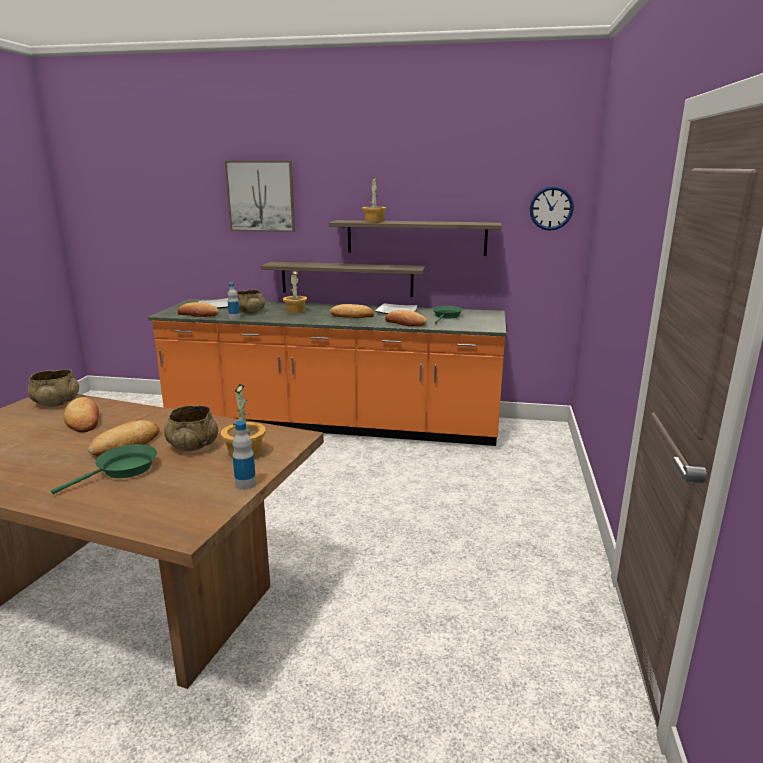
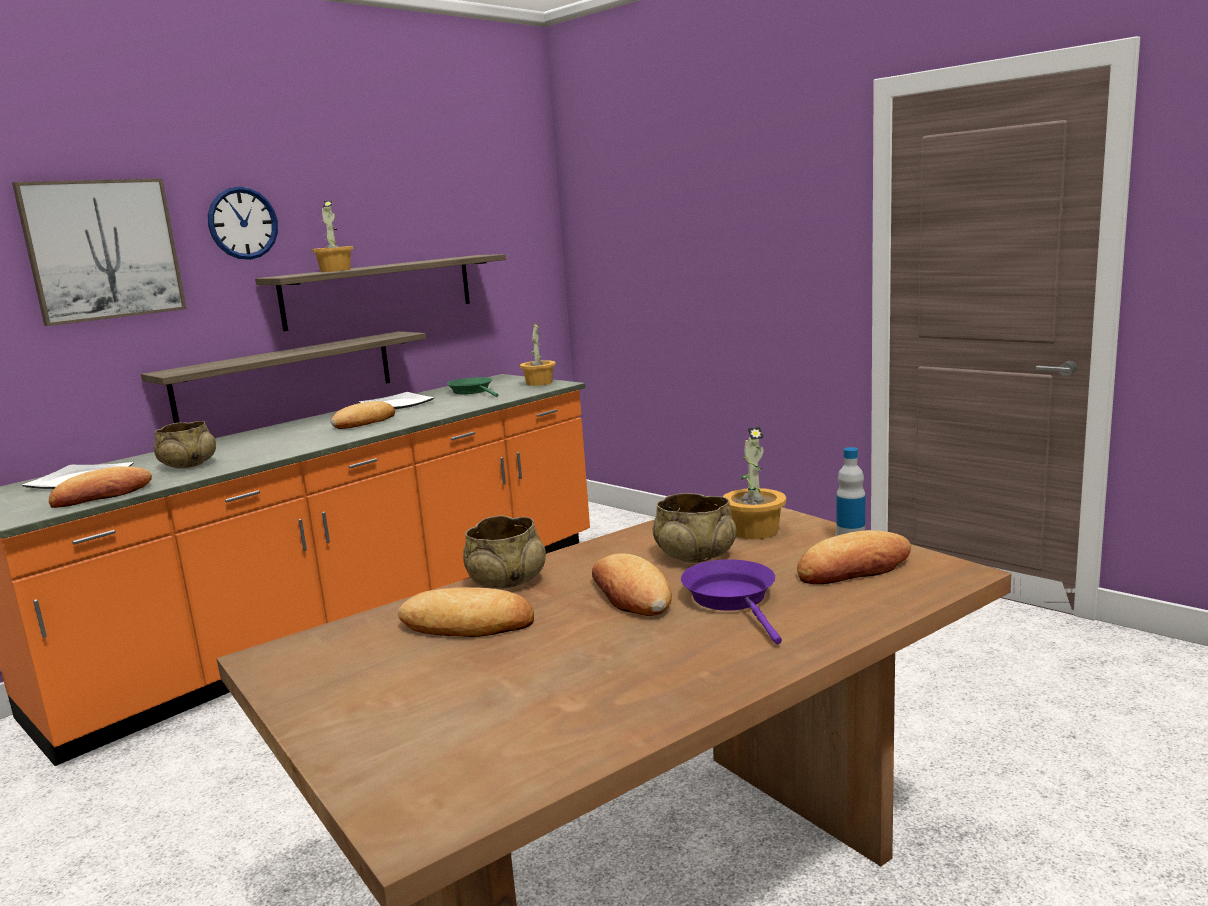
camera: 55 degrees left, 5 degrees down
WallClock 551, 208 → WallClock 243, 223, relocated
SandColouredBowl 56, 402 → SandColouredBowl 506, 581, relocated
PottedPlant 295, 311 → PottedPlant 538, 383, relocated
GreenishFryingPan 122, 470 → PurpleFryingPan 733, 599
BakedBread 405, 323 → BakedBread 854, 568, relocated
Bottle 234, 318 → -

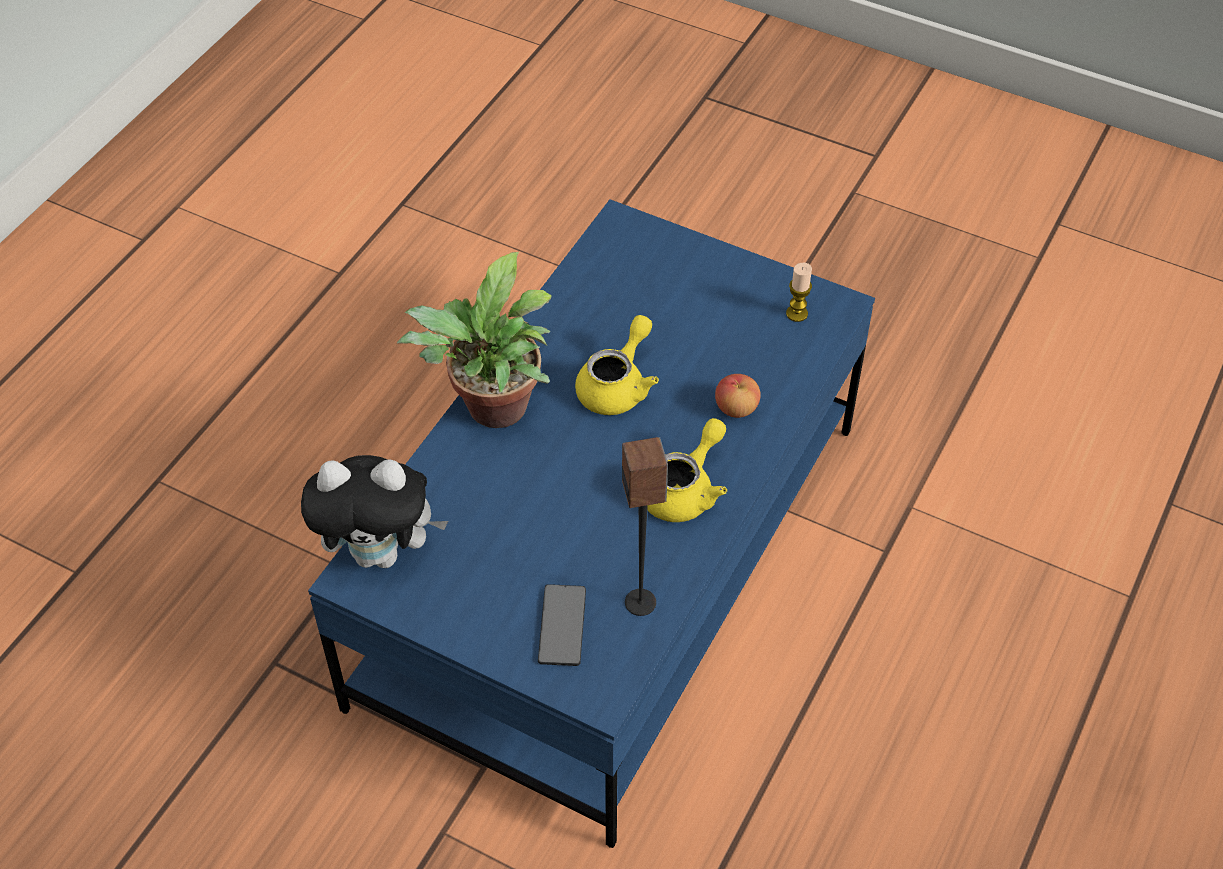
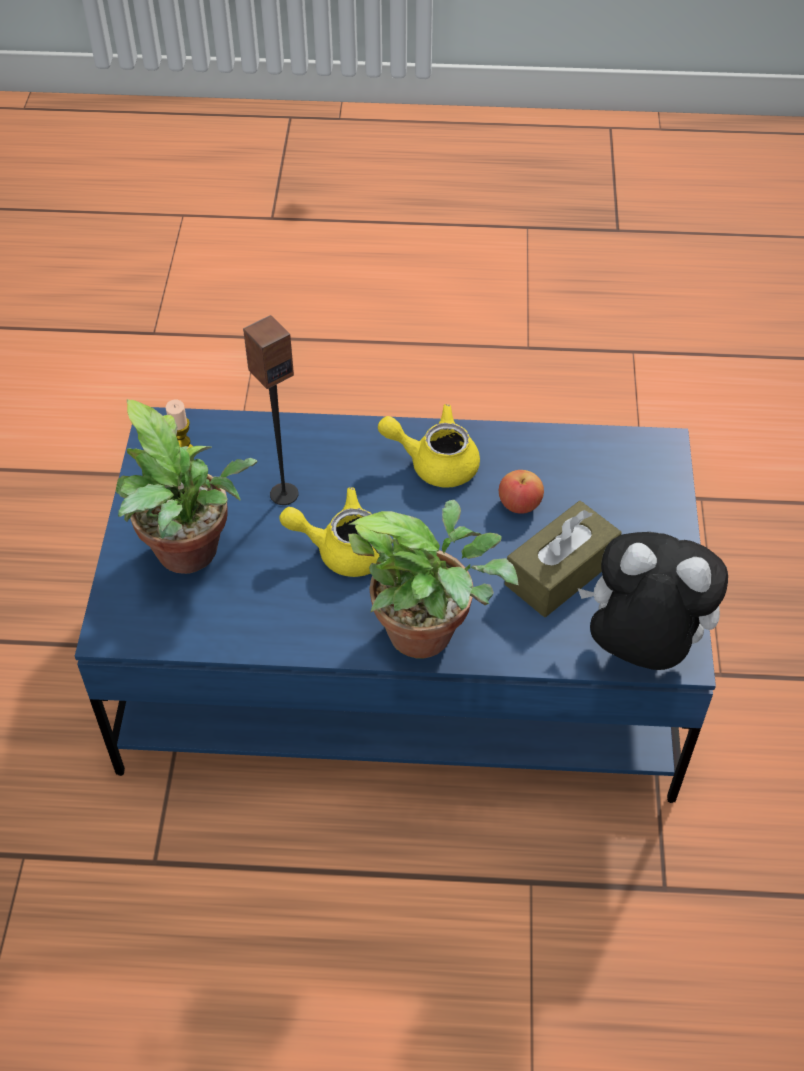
camera: 115 degrees left, 0 degrees up
- → PottedPlant 191, 556
AudioSpeaker 641, 602 → AudioSpeaker 284, 493, relocated
Apple 736, 408 → Apple 519, 504, relocated
- → BrownTissueBox 560, 572
SoftToy 381, 552 → SoftToy 640, 647, 45 degrees counterclockwise
Telephone 562, 626 → -

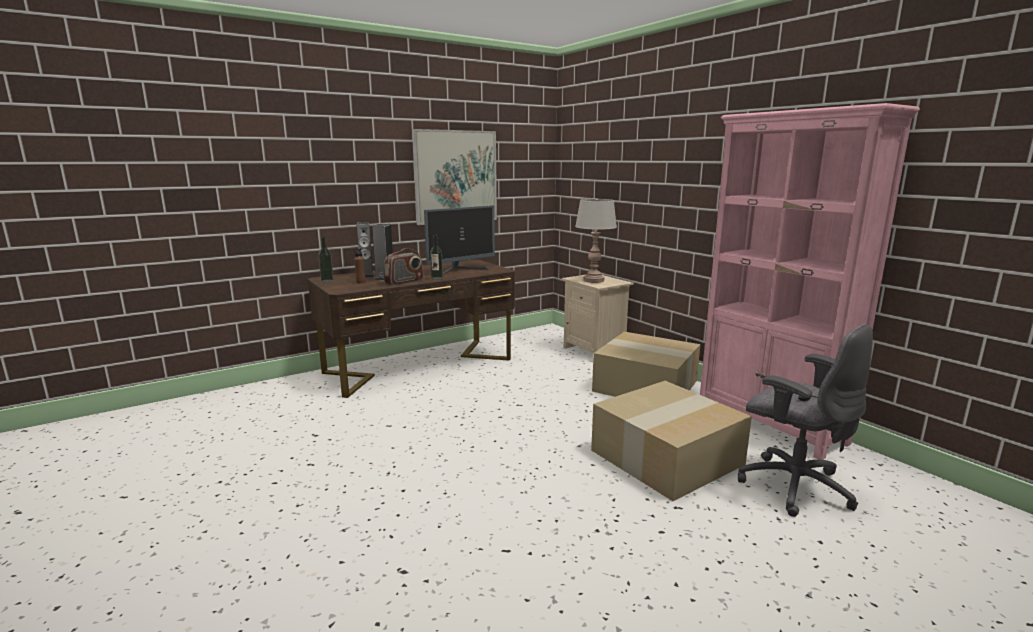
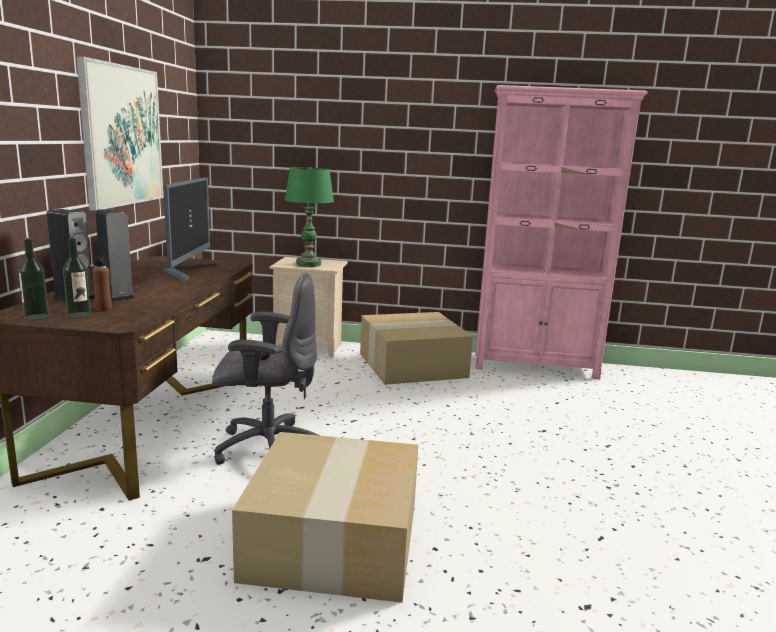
camera: 50 degrees left, 0 degrees up
Bottle 437, 278 → Bottle 79, 315, relocated
GrayComputerChair 793, 485 → GrayComputerChair 267, 448, relocated
Carton 666, 458 → Carton 335, 542, relocated
GrayLampForATable 593, 280 → GreenishLampForATable 308, 264
Radio 404, 282 → -

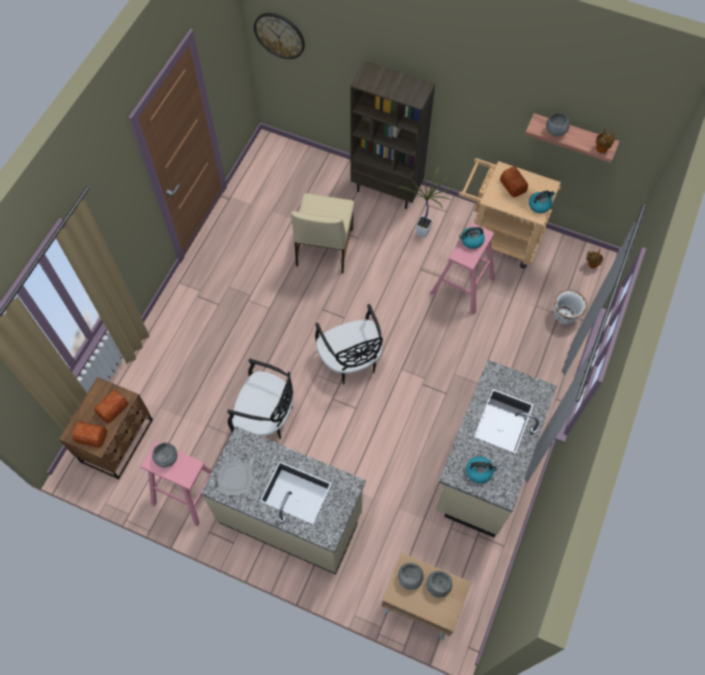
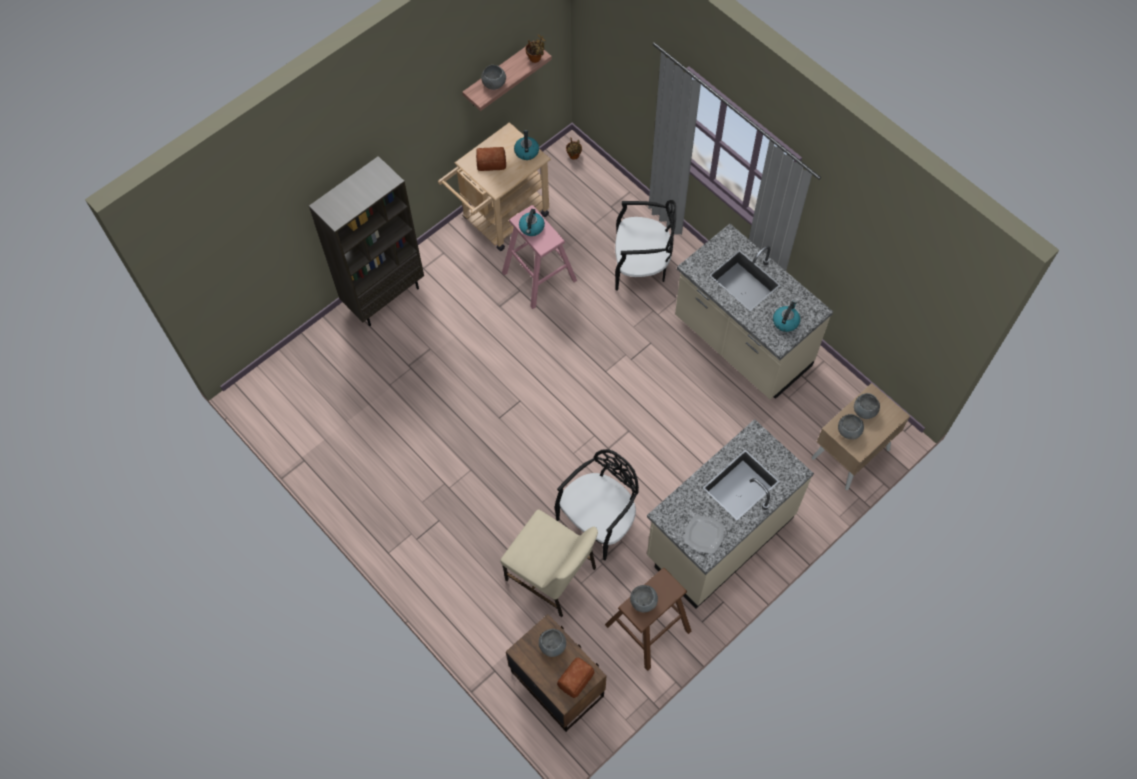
camera: 65 degrees left, 0 degrees up
SandColouredPlainChair 323, 248 → SandColouredPlainChair 551, 575, relocated
BakedBread 113, 408 → GrayBowl 552, 645
PinkishStool 187, 491 → BrownStool 647, 628
BlackPlainChair 350, 360 → BlackPlainChair 641, 266, relocated
WallClock 279, 35 → -
PottedPlant 425, 231 → -
WhitishFlowerPot 564, 316 → -

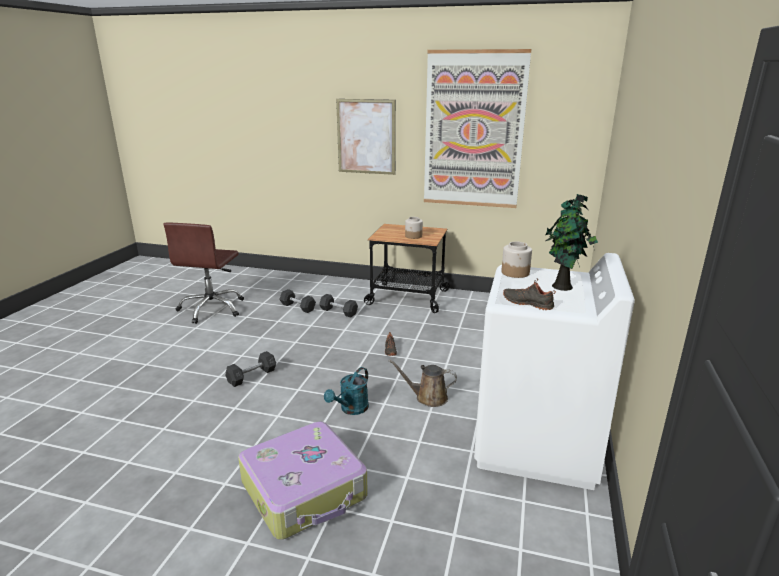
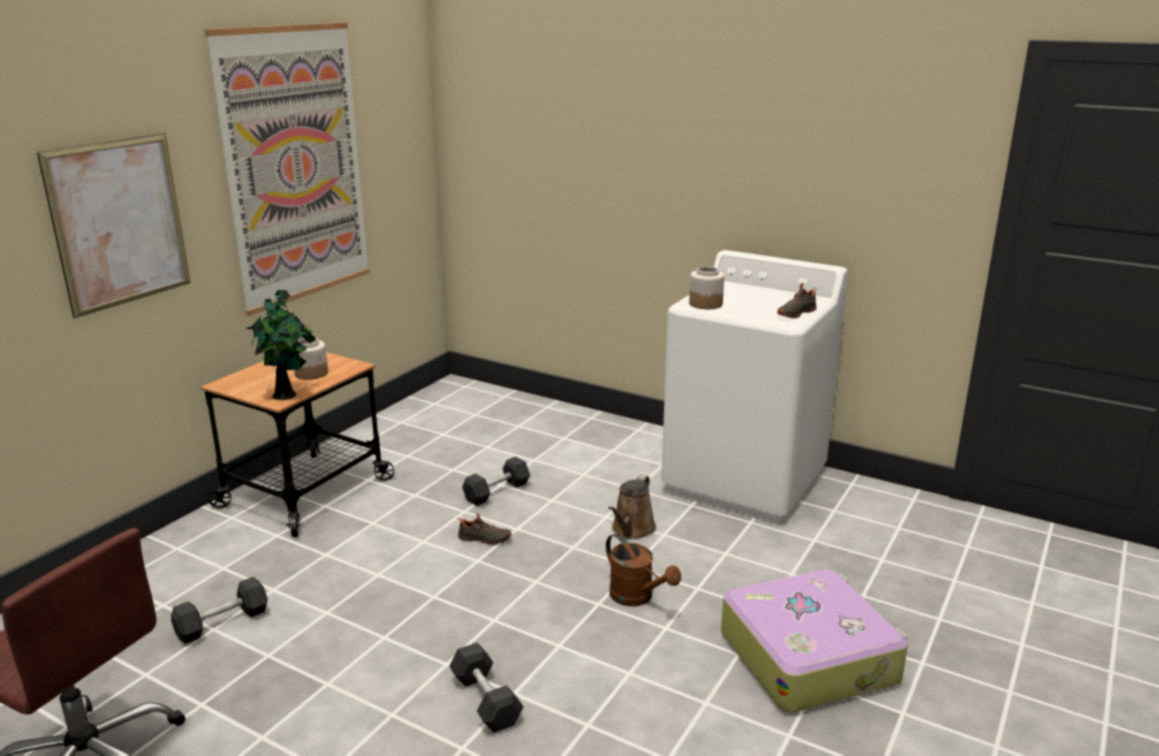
camera: 75 degrees left, 0 degrees up
PottedPlant 563, 287 → PottedPlant 287, 395, relocated
GrayDumbbell 338, 312 → GrayDumbbell 497, 492, relocated
BlueGreenWateringPot 351, 409 → BrownWateringPot 637, 597

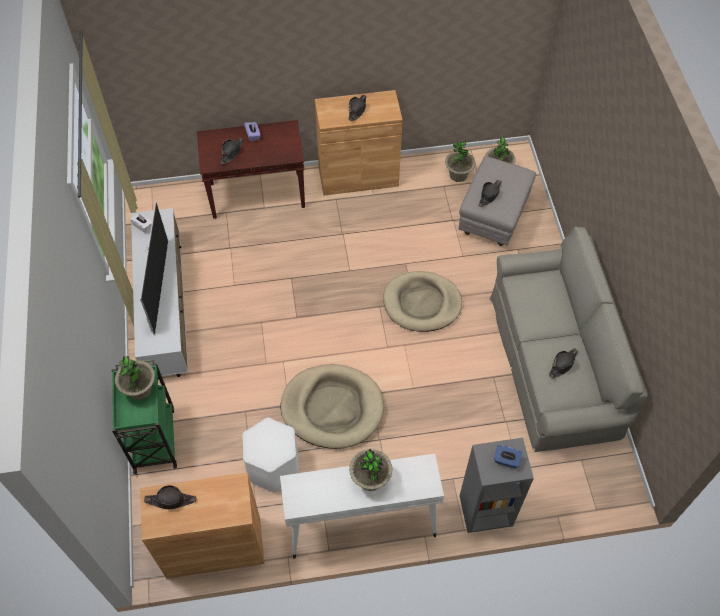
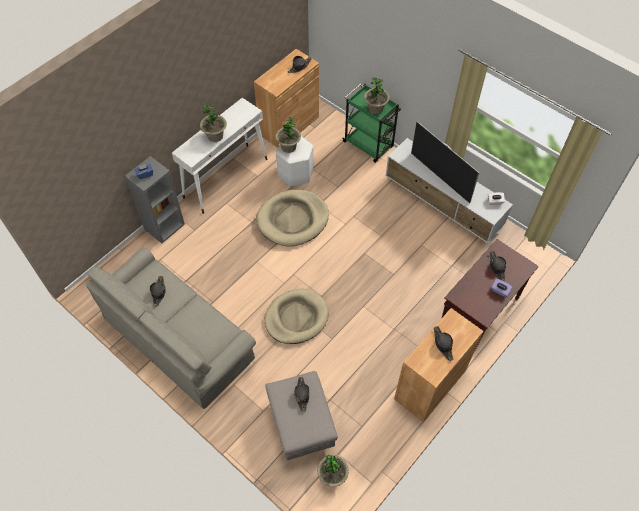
camera: 140 degrees right, 0 degrees up
PottedPlant 458, 175 → PottedPlant 288, 147, relocated

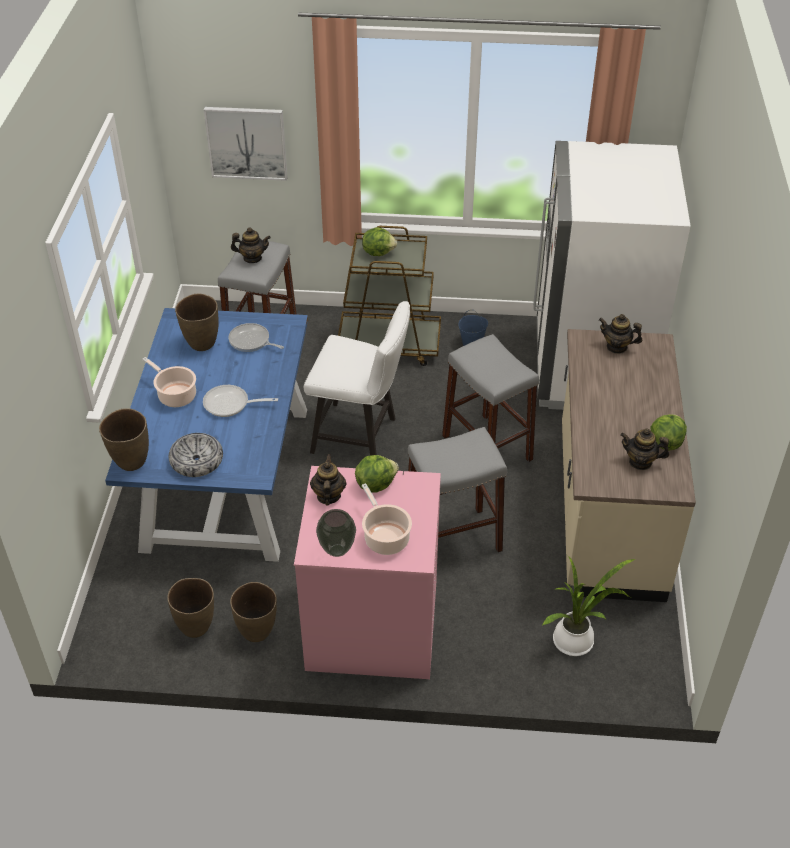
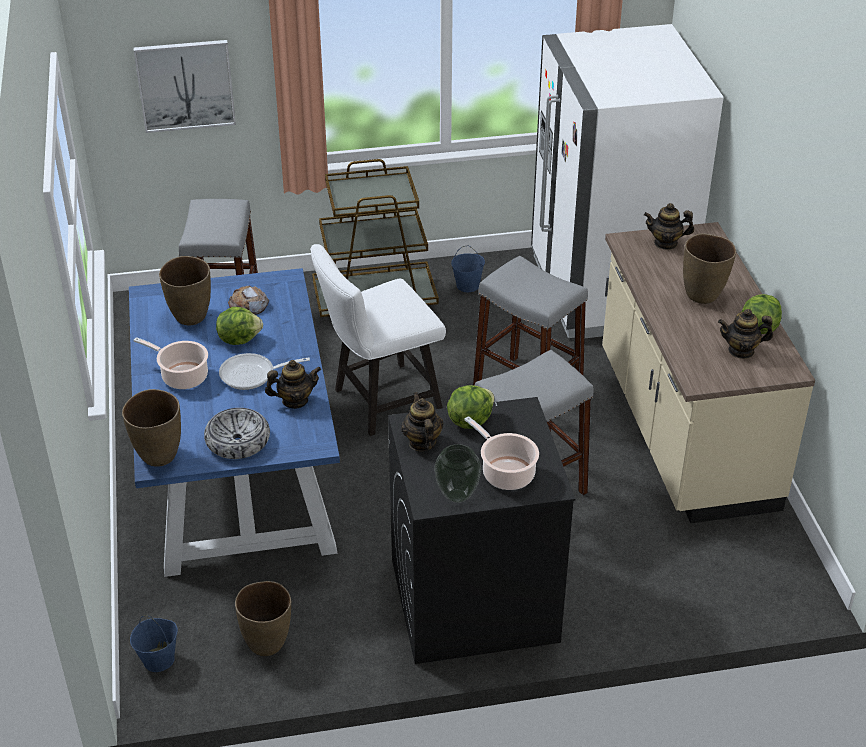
camera: 15 degrees left, 5 degrees down
- → BlueWaterBucket 159, 659
HeadOfLettuce 378, 252 → HeadOfLettuce 239, 339, relocated
FryingPan 251, 341 → BakedBread 248, 305
PotForTea 252, 258 → PotForTea 295, 401, relocated
WhitishPlainChair 360, 436 → WhitishPlainChair 380, 403, 150 degrees clockwise
PinkishLaundryMachine 371, 626 → BlackLaundryMachine 472, 601
BrownDecorativeVase 257, 631 → BrownDecorativeVase 703, 295, relocated
PottedPlant 576, 641 → -

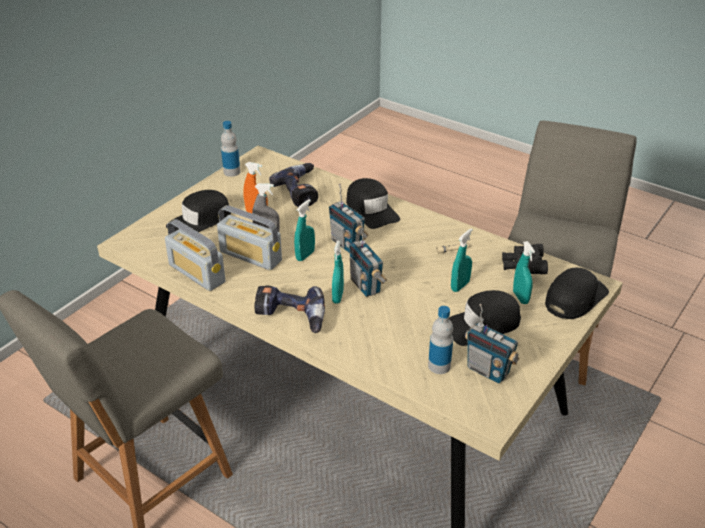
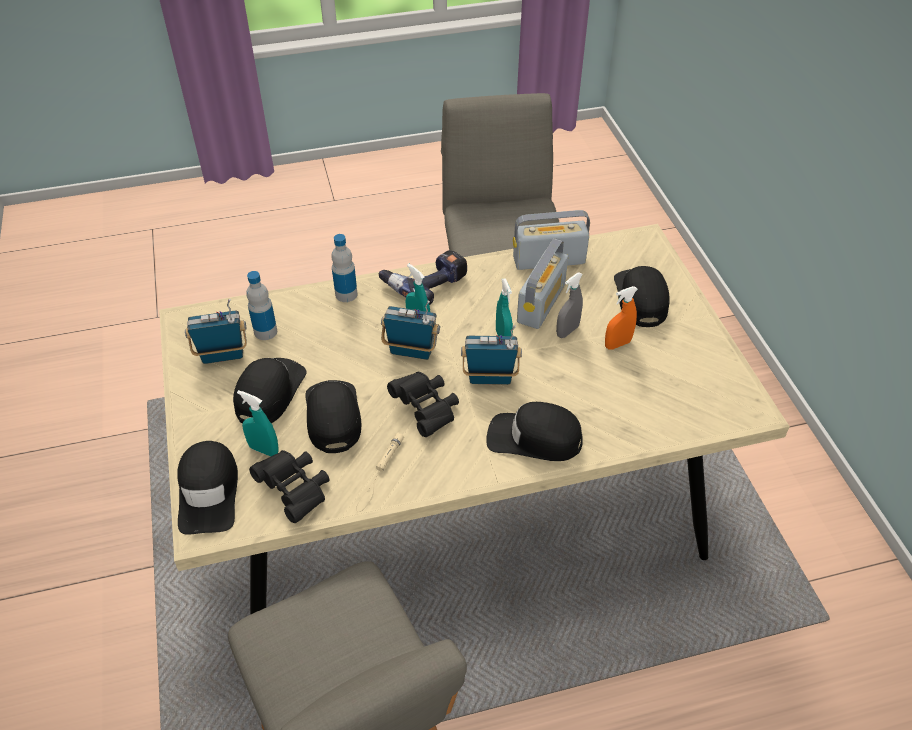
camera: 130 degrees right, 10 degrees up
BlueGreenSprayBottle 460, 286 → BlackBaseballCap 333, 417
Bottle 232, 172 → Bottle 346, 294, relocated
- → BlackBinoculars 426, 409
Radio 251, 256 → Radio 541, 303, 135 degrees clockwise
PowerDrill 302, 191 → -

